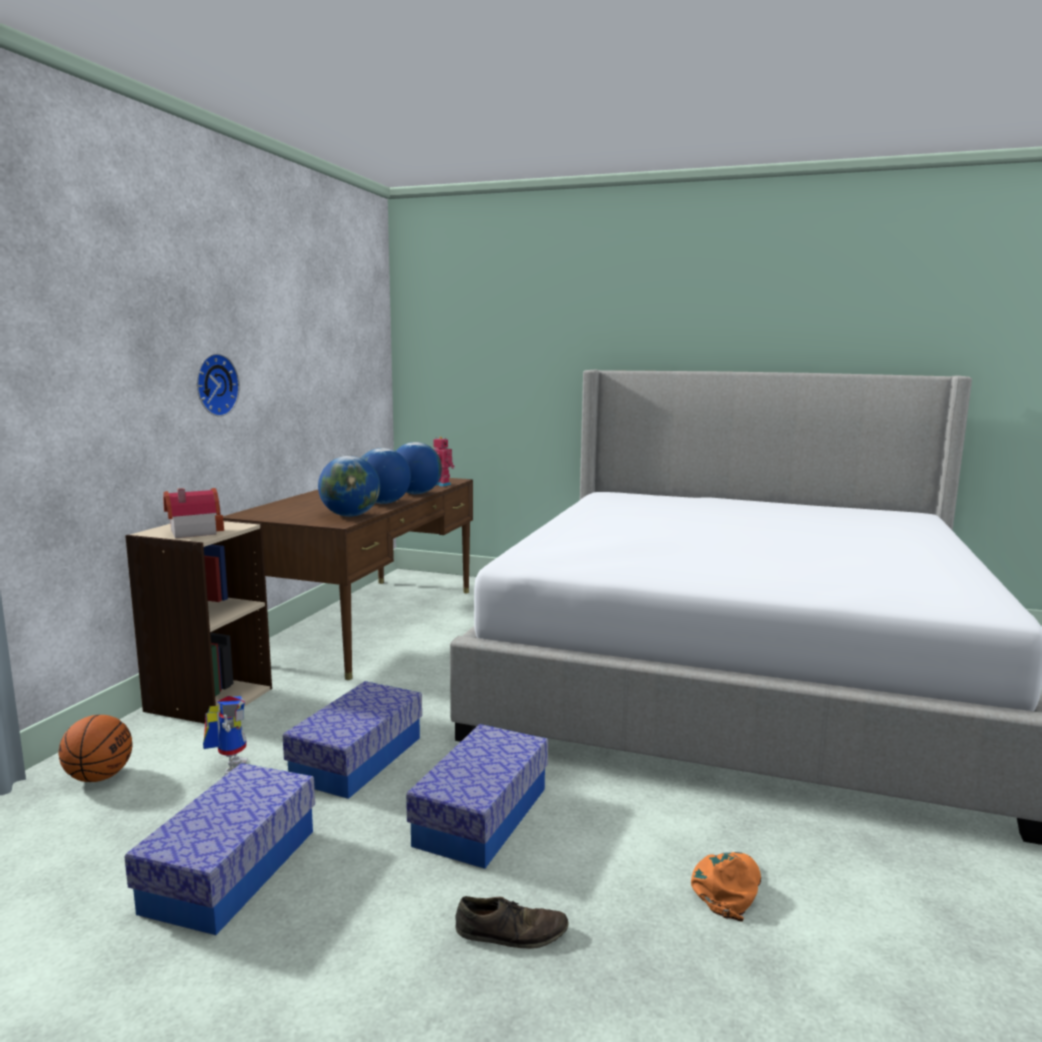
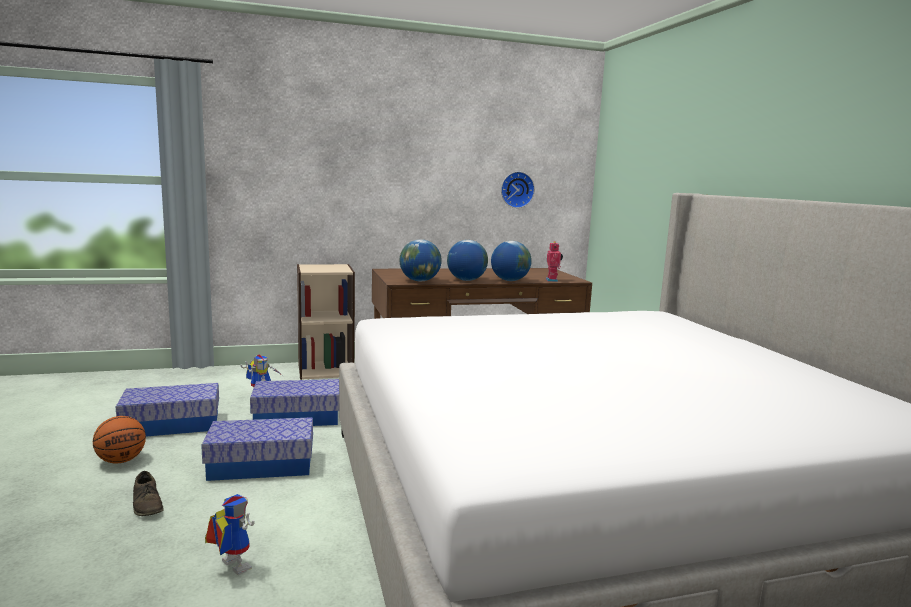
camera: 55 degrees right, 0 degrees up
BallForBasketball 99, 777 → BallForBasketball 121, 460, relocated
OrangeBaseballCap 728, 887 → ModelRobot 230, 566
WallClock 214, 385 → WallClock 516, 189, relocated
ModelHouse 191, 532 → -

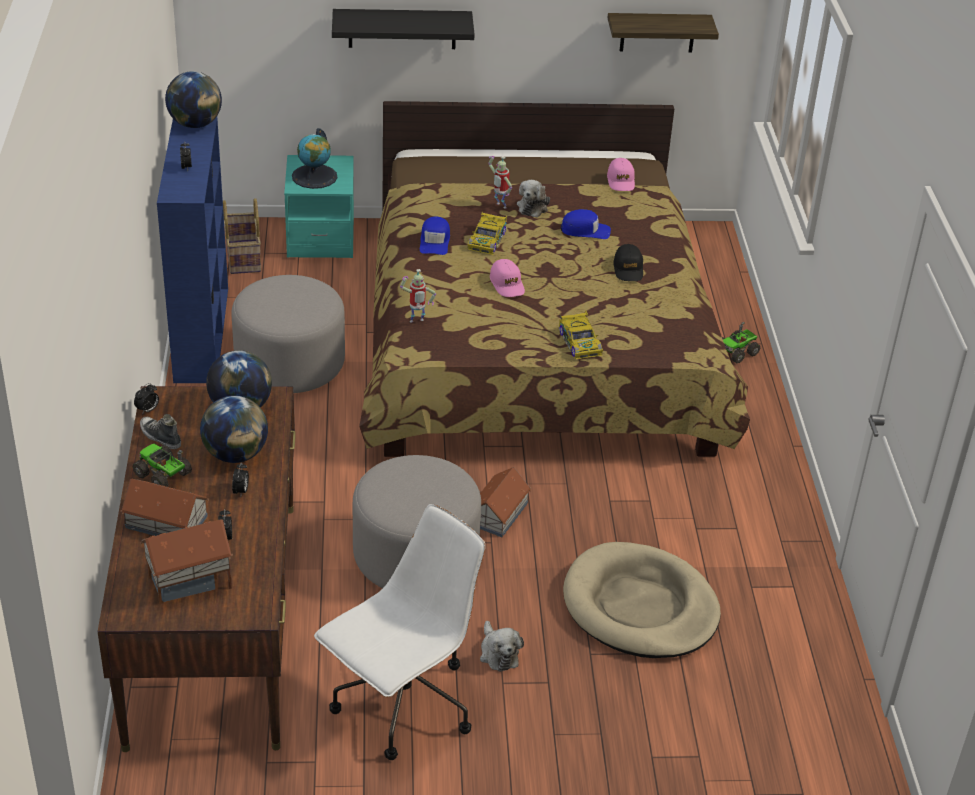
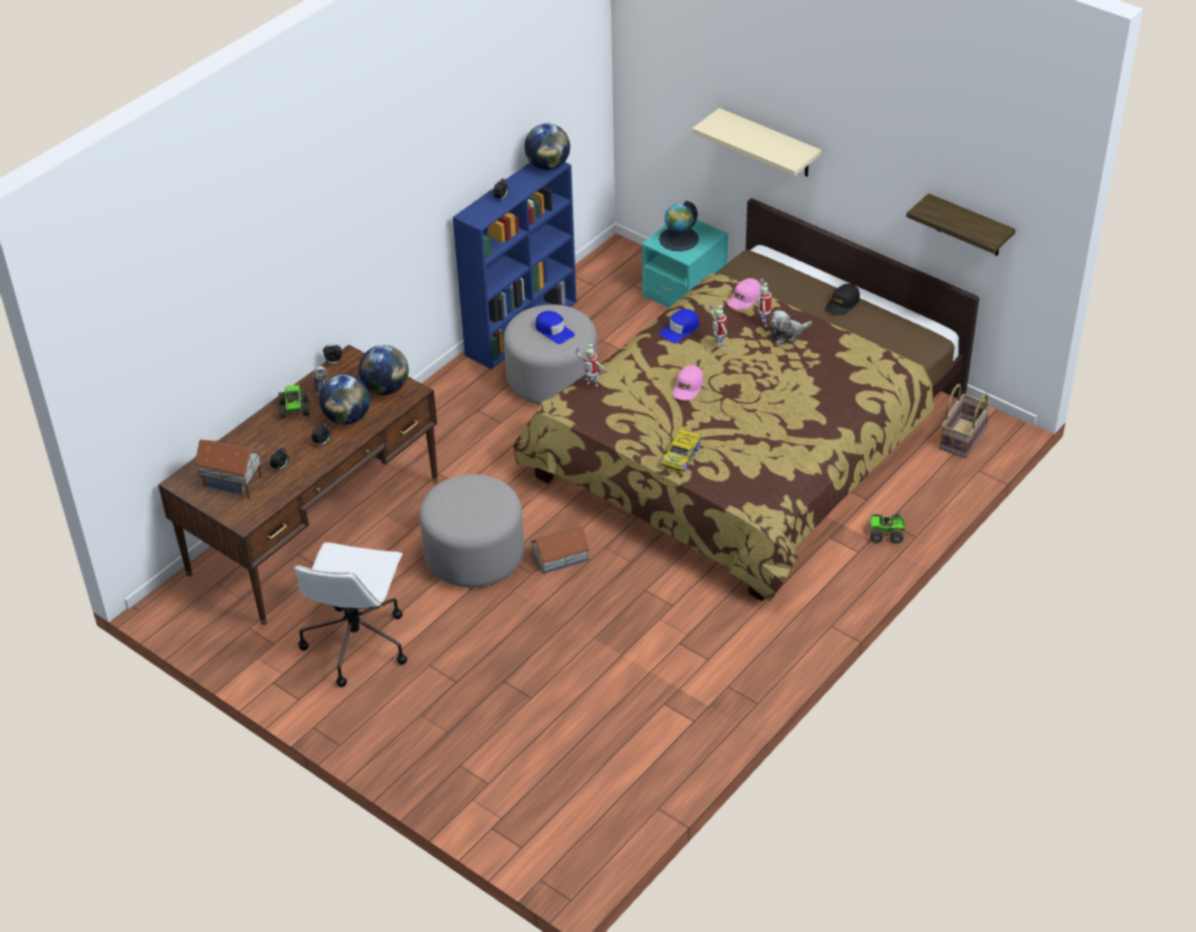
camera: 45 degrees right, 5 degrees up
WhitishComputerChair 402, 706 → WhitishComputerChair 357, 642, 105 degrees clockwise
BlueBaseballCap 585, 230 → BlueBaseballCap 554, 331, relocated
BlackBracketShelf 402, 29 → SandColouredBracketShelf 768, 144
ModelCar 487, 240 → ModelRobot 719, 346
PinkishBaseballCap 621, 181 → PinkishBaseballCap 744, 299, relocated
BlackBaseballCap 628, 269 → BlackBaseballCap 842, 304, relocated
StorageBasket 242, 257 → StorageBasket 962, 437, relocated
ModelHouse 167, 522 → -
SoftToy 498, 653 → -
SandColouredPetBed 640, 607 → -

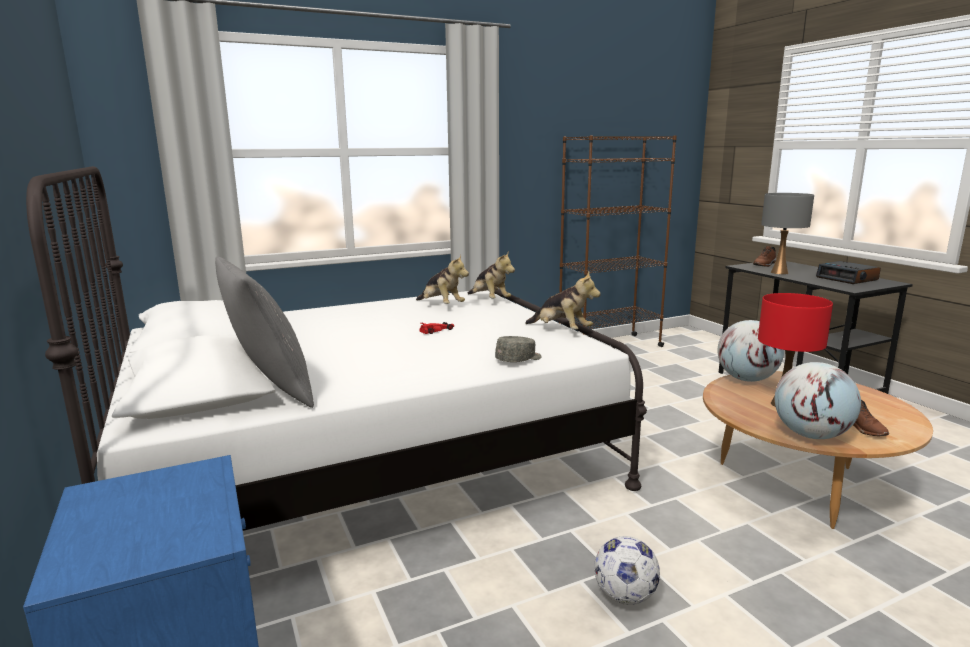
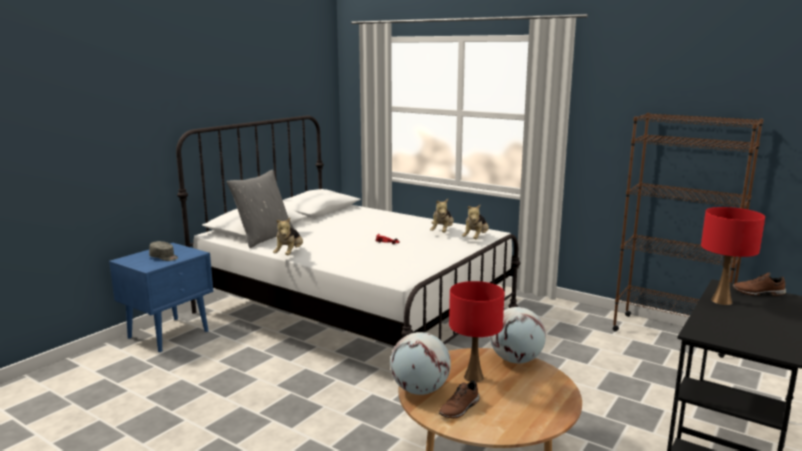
camera: 60 degrees right, 0 degrees up
GrayBaseballCap 519, 359 → GrayBaseballCap 164, 257, relocated
SoftToy 561, 330 → SoftToy 289, 254, relocated
GrayLampForATable 779, 272 → ReddishLampForATable 722, 301
FootballBall 624, 596 → -
BedsideClock 847, 278 → -

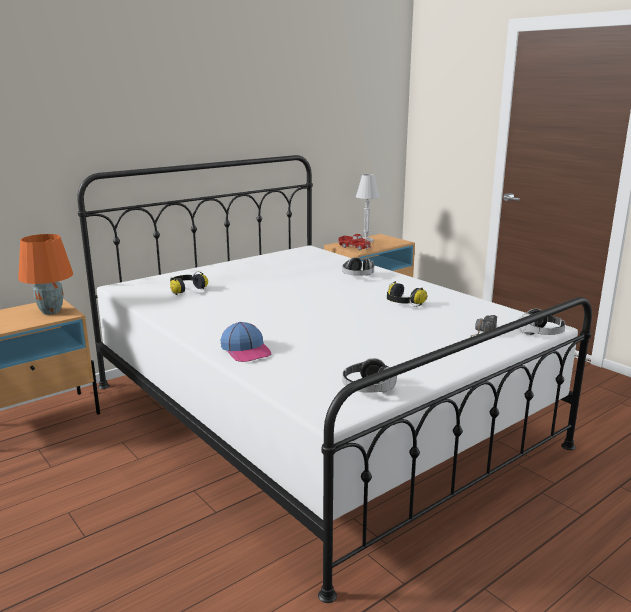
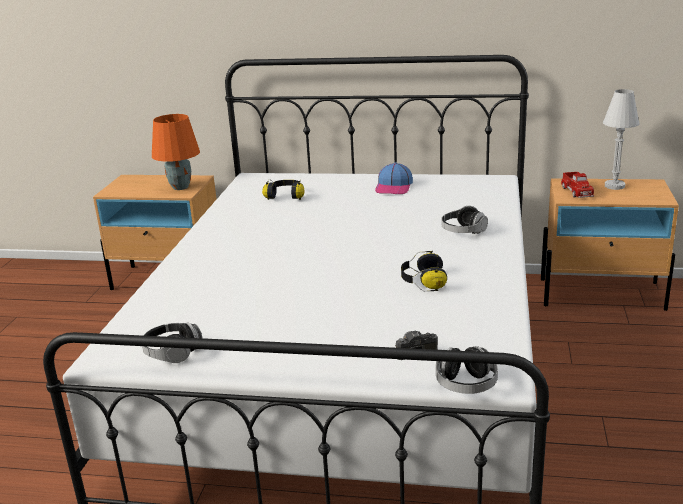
camera: 50 degrees right, 5 degrees up
BaseballCap 246, 350 → BaseballCap 394, 187, relocated

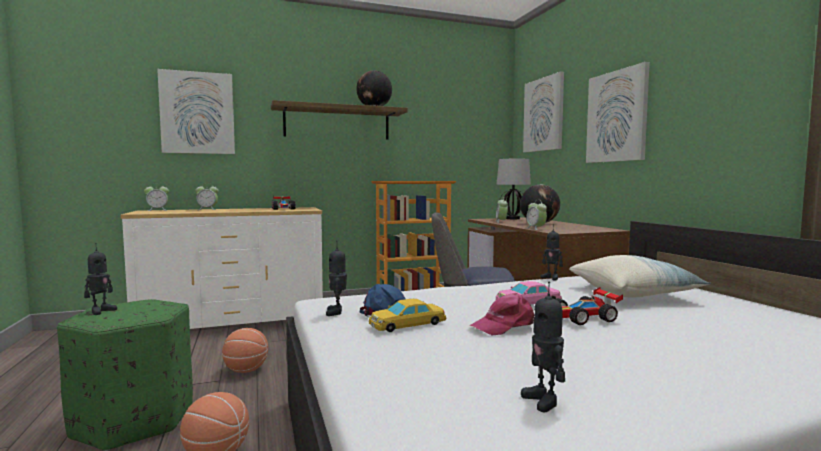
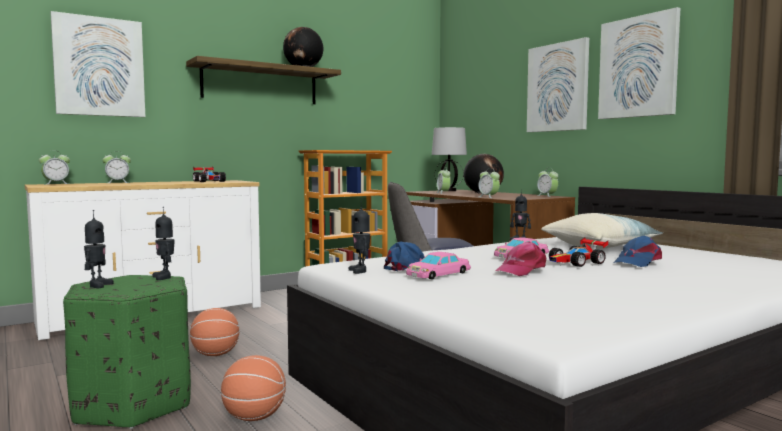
camera: 15 degrees left, 0 degrees up
ModelRobot 544, 401 → ModelRobot 164, 277, relocated
YellowColouredModelCar 407, 324 → PinkishModelCar 438, 274
- → BedsideClock 547, 196
WallPicture 544, 114 → WallPicture 638, 67, relocated
- → BlueBaseballCap 637, 262

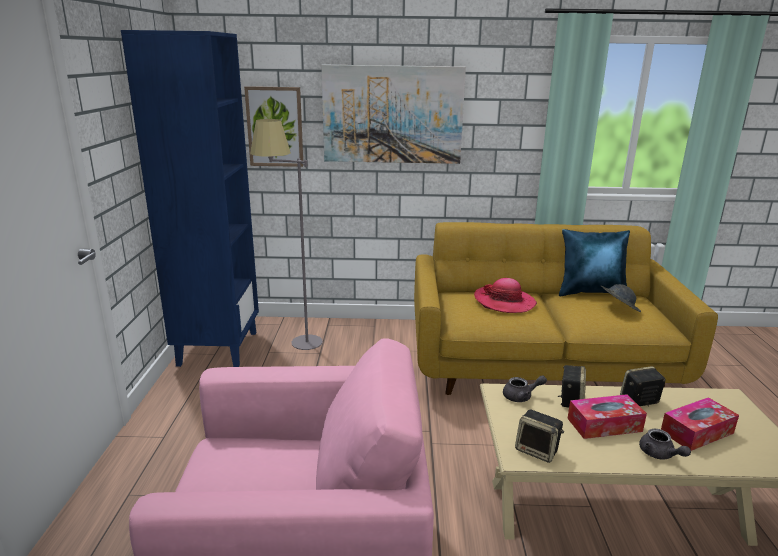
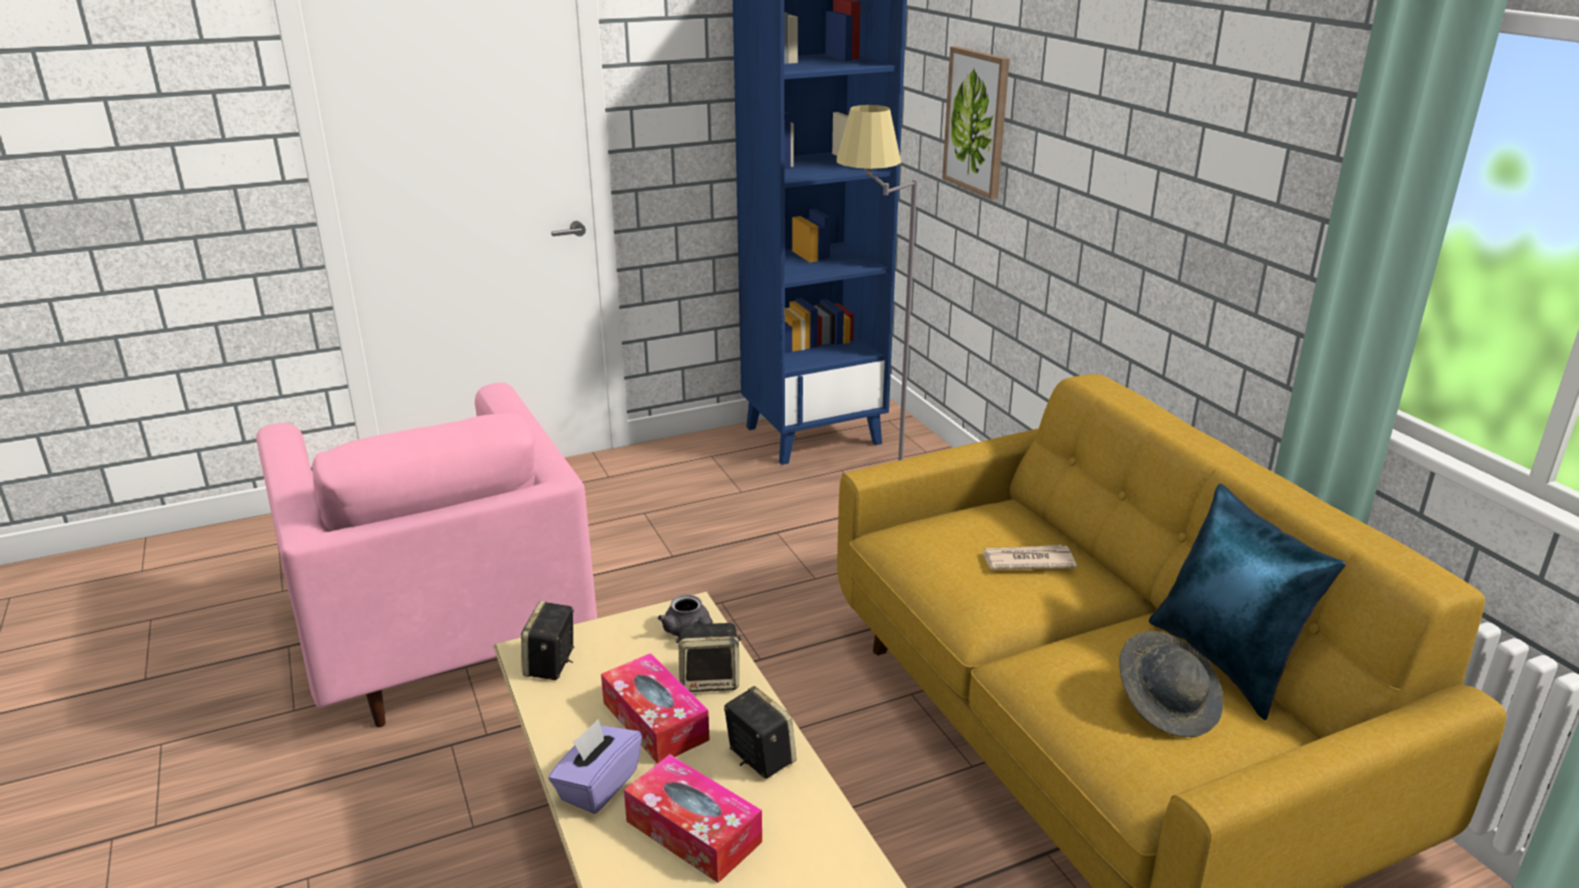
camera: 65 degrees right, 5 degrees up
GrayPotForTea 659, 455 → PurpleTissueBox 598, 785
ClothingHat 504, 302 → Newspaper 1027, 561
WallPicture 392, 115 → -

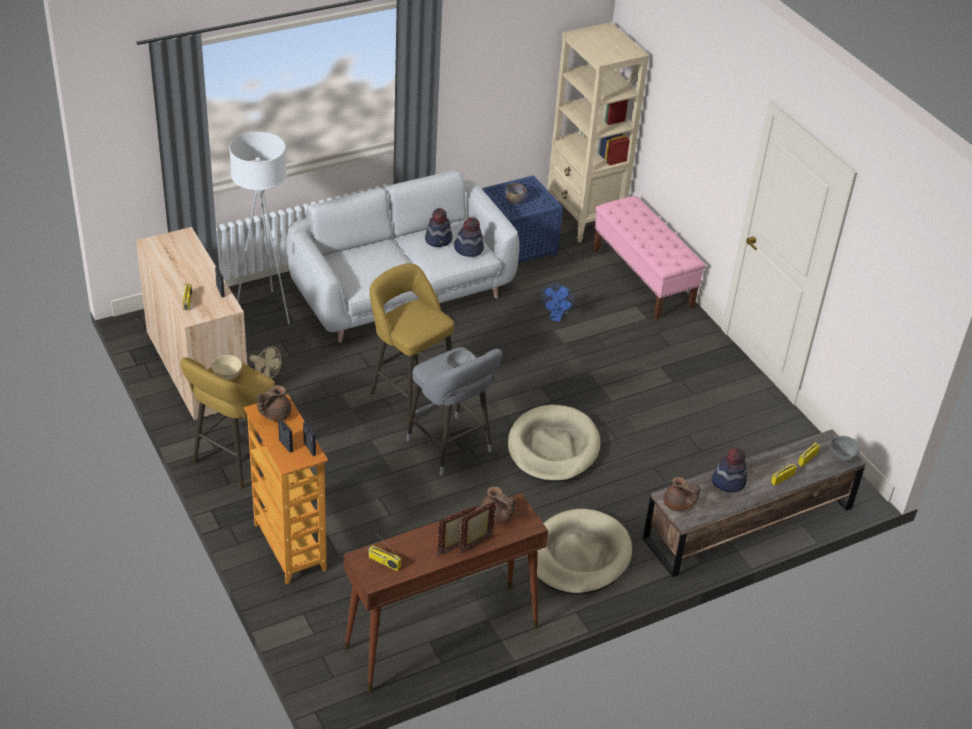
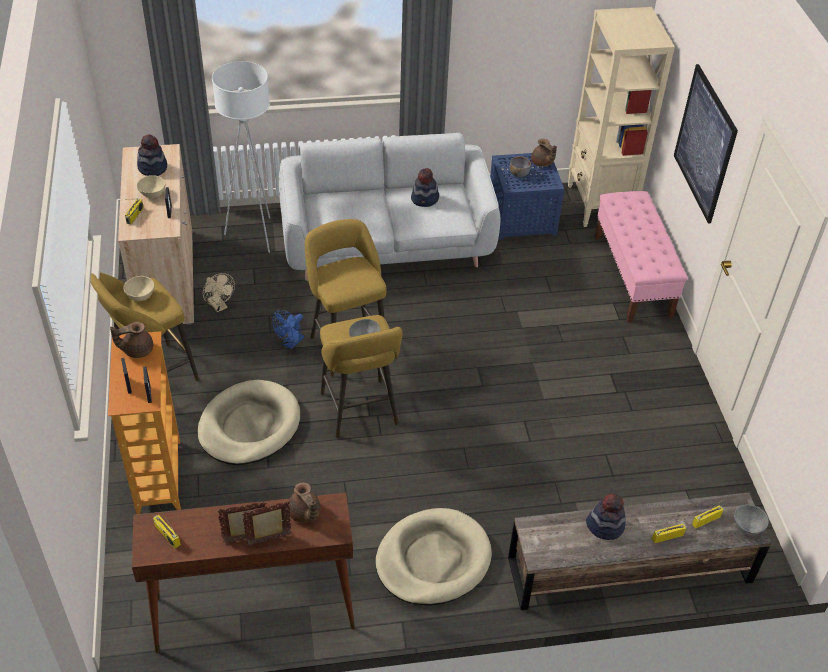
camera: 20 degrees right, 5 degrees up
ClothingHat 469, 249 → ClothingHat 153, 168, relocated
- → SandColouredBowl 152, 194
SandColouredPetBed 553, 448 → SandColouredPetBed 249, 426, relocated
BlueElectricFan 556, 317 → BlueElectricFan 291, 343, relocated
GrayStool 452, 448 → YellowColouredStool 360, 412
BrownPotForTea 677, 505 → BrownPotForTea 542, 163, relocated
- → WallPicture 704, 143

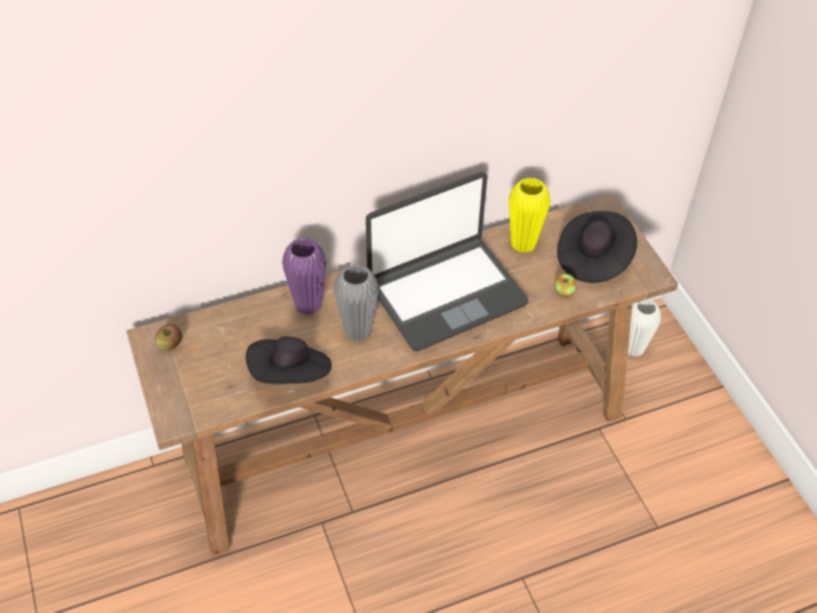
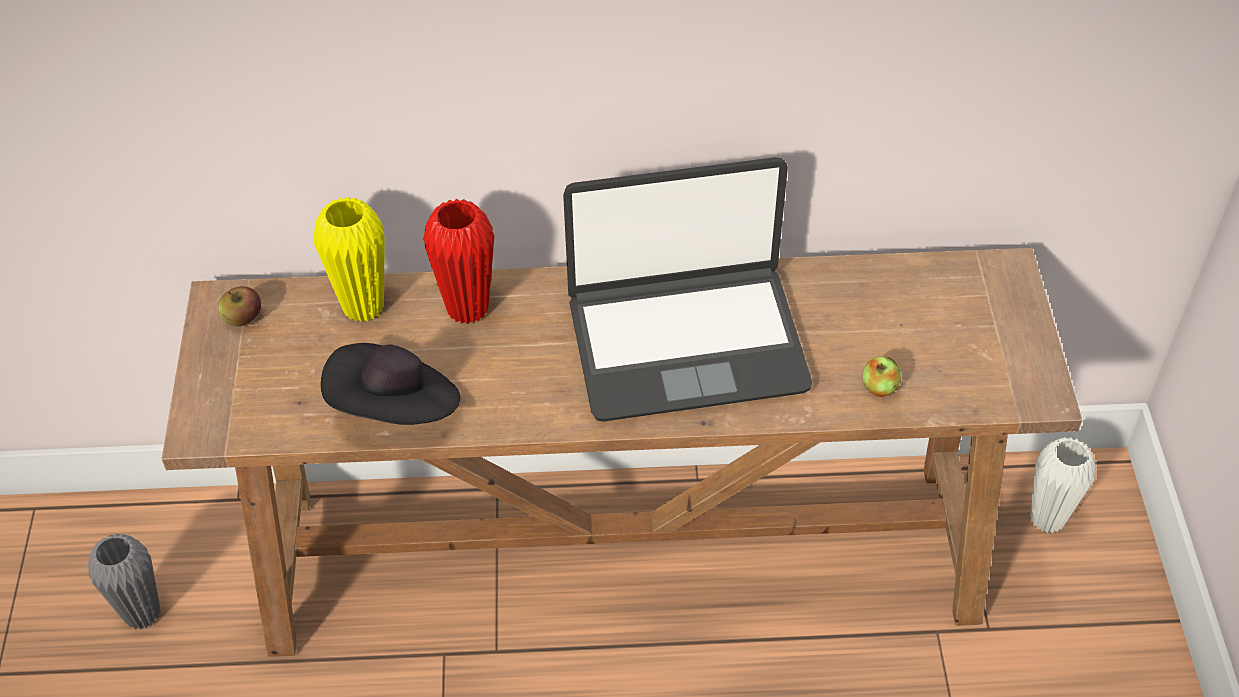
camera: 20 degrees right, 0 degrees up
GrayDecorativeVase 358, 331 → GrayDecorativeVase 142, 614, relocated
YellowColouredDecorativeVase 523, 244 → YellowColouredDecorativeVase 363, 306, relocated
PurpleDecorativeVase 308, 305 → ReddishDecorativeVase 467, 309
BlackClothingHat 593, 259 → -

